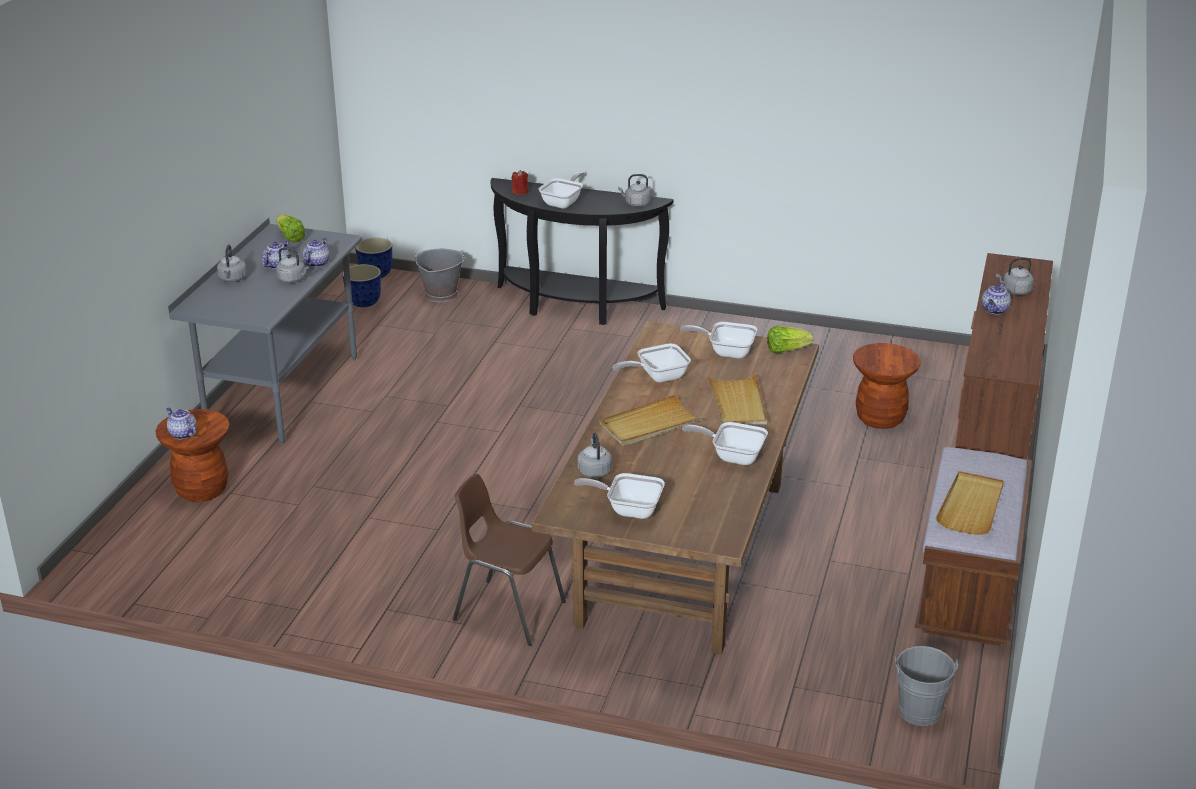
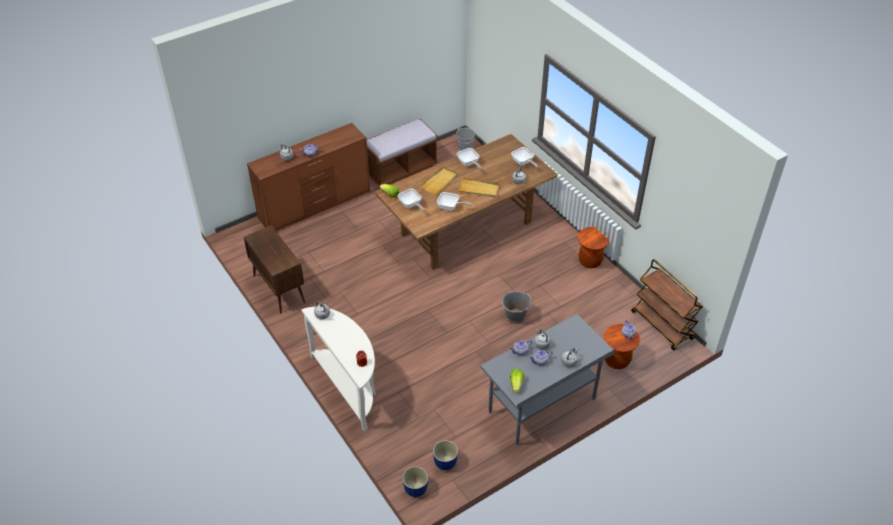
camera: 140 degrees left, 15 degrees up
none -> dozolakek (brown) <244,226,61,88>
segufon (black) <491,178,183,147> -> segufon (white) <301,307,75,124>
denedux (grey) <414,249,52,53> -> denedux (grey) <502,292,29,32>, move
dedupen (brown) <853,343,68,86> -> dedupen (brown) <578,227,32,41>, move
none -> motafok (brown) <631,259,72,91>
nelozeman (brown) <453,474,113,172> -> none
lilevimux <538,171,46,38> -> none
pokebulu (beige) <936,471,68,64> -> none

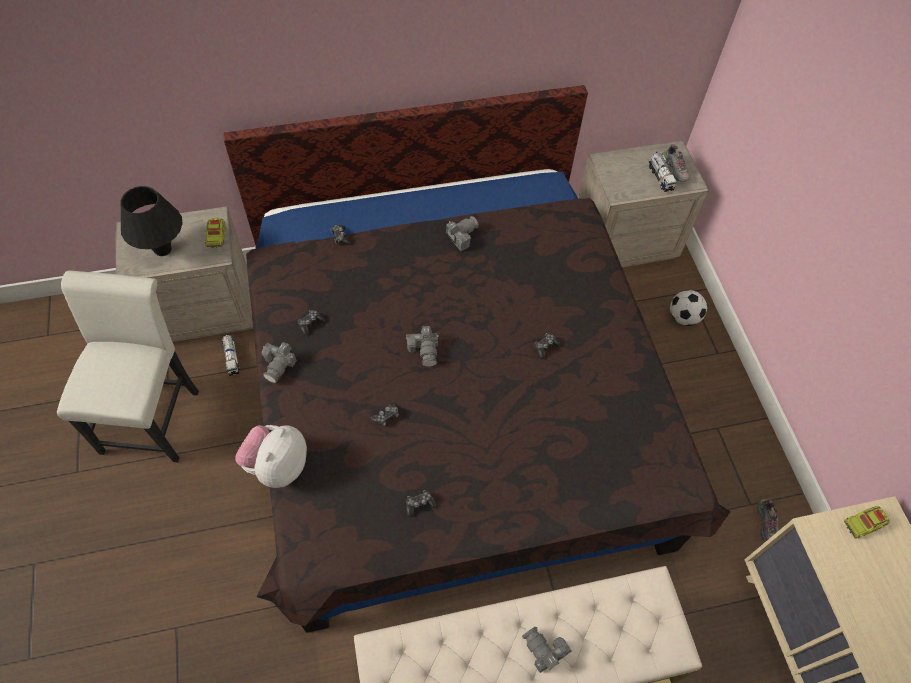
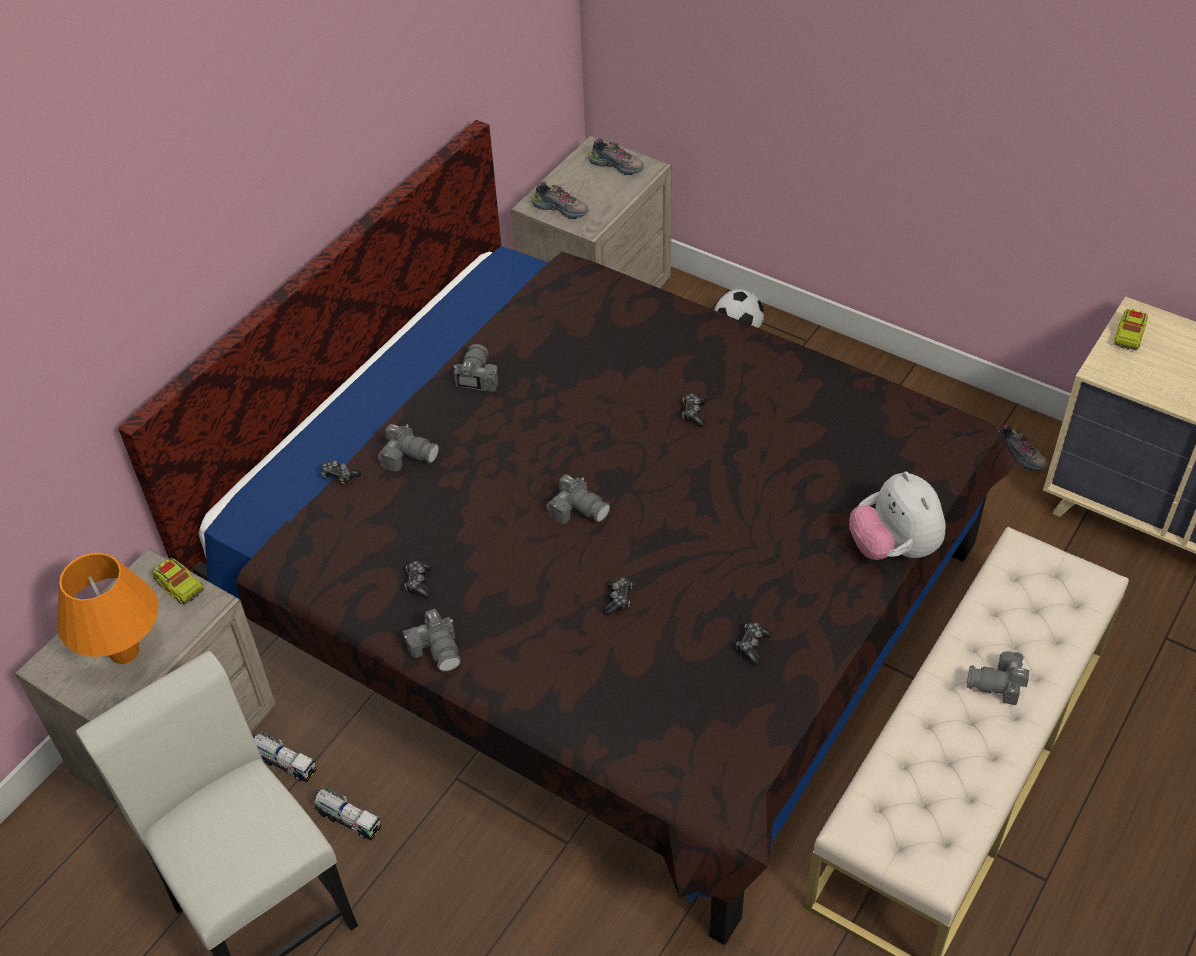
camera: 40 degrees left, 10 degrees down
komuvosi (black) <121,186,62,70> -> komuvosi (orange) <57,553,102,111>
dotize <649,152,28,40> -> dotize <314,787,67,53>, move
none -> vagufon <378,424,61,48>
none -> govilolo <531,182,58,37>
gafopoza <235,425,72,63> -> gafopoza <849,471,97,89>, move

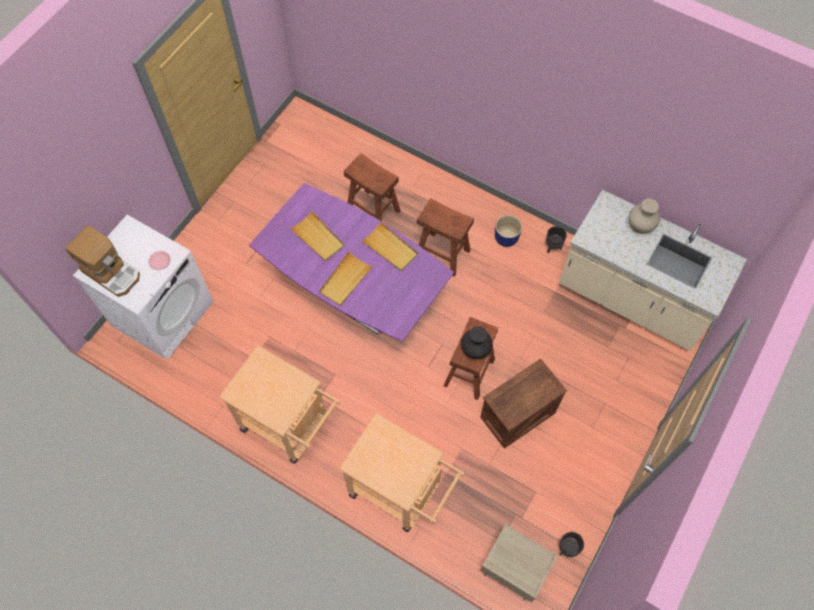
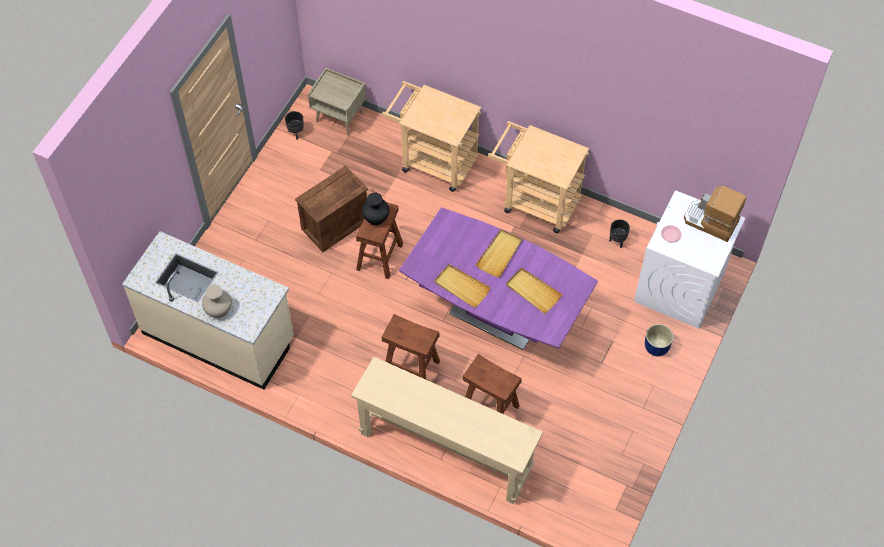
camera: 175 degrees right, 5 degrees down
none -> segufon (beige) <351,357,192,147>
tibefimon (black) <546,226,21,28> -> tibefimon (black) <609,219,21,29>, move
tibefimon (blue) <495,215,27,32> -> tibefimon (blue) <645,324,29,32>, move

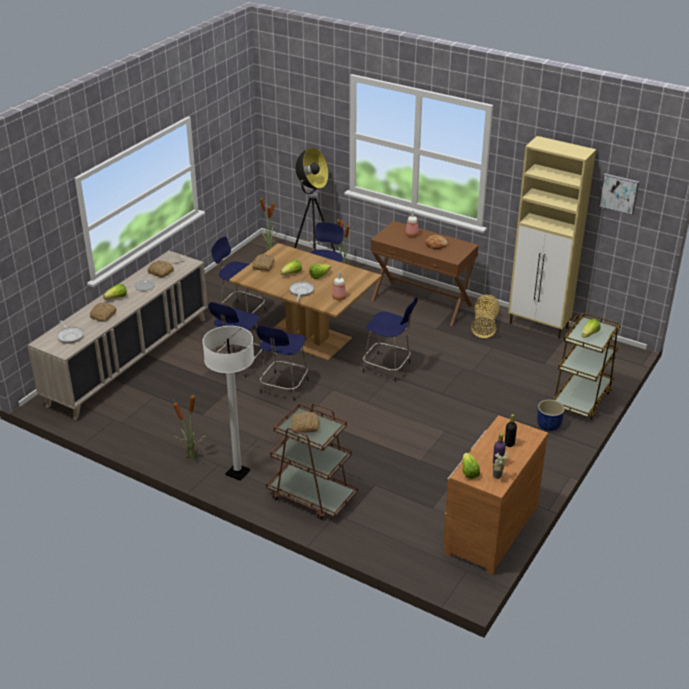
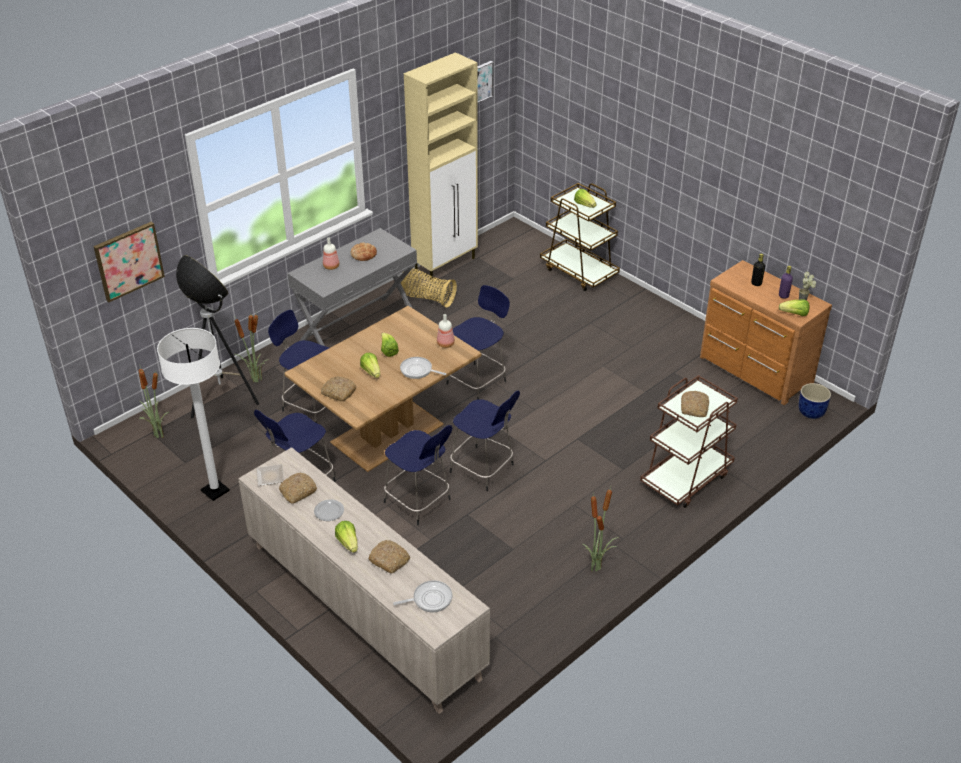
camera: 75 degrees left, 5 degrees up
none -> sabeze <93,222,72,80>
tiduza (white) <203,326,51,155> -> tiduza (white) <157,328,73,173>, move
segufon (brown) <371,221,108,105> -> segufon (grey) <288,228,129,118>
tibefimon (blue) <537,400,28,31> -> tibefimon (blue) <799,383,32,36>, move

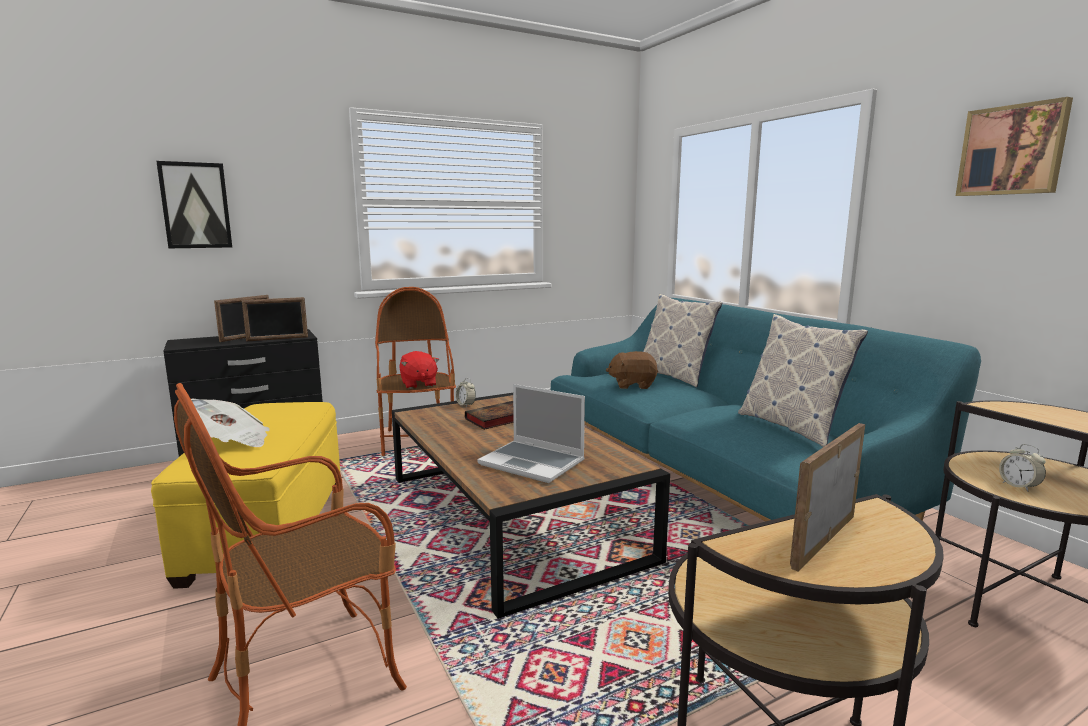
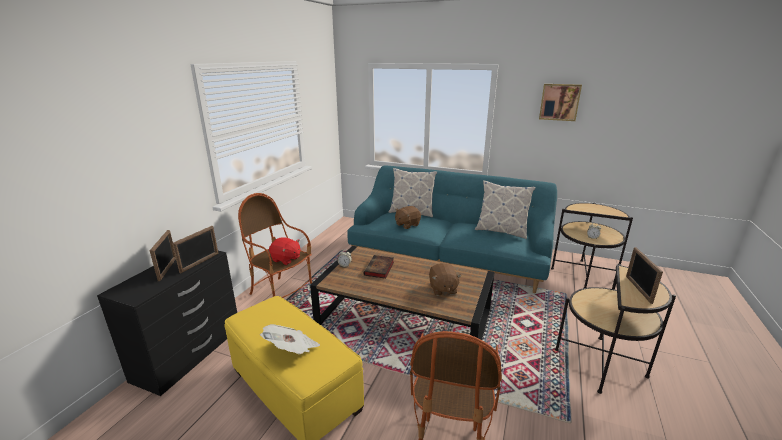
camera: 40 degrees left, 10 degrees up
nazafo <478,384,107,99> -> gafopoza (brown) <429,263,32,33>
sabeze <156,161,76,87> -> none

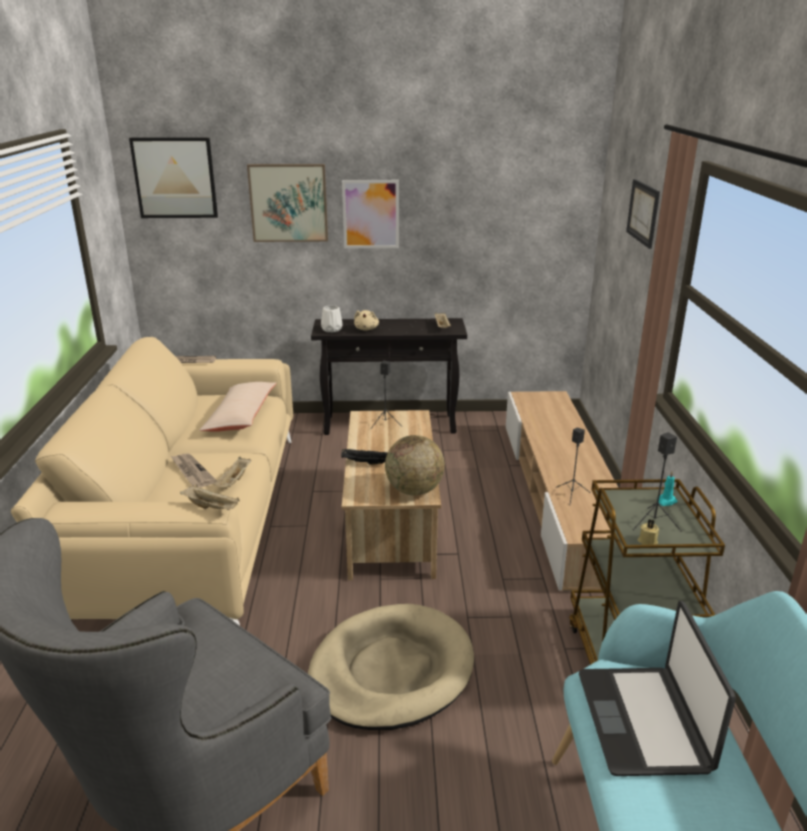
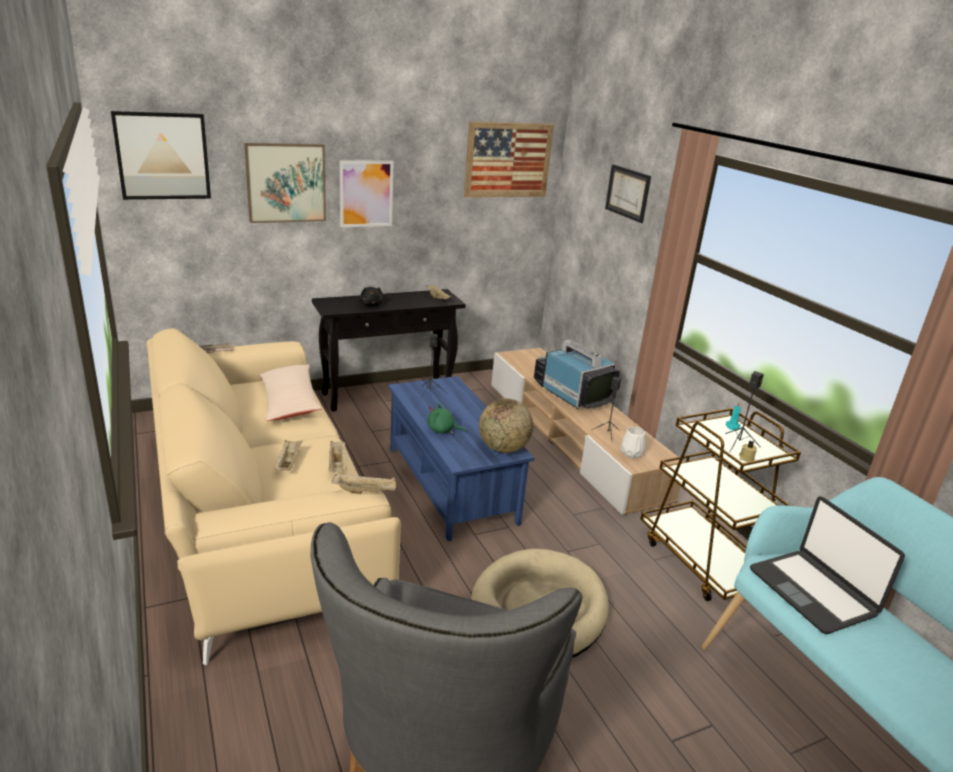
camera: 25 degrees left, 0 degrees up
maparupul <171,453,46,35> -> pokebulu (beige) <274,440,29,30>
gafopoza (beige) <354,310,25,20> -> gafopoza (black) <359,287,24,19>
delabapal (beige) <342,410,99,170> -> delabapal (blue) <388,376,147,165>
pokebulu (black) <341,449,47,16> -> gafopoza (green) <427,403,39,31>
none -> sabeze <464,121,90,77>
none -> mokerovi <534,340,86,69>
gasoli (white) <321,305,22,27> -> gasoli (white) <621,427,25,31>, move

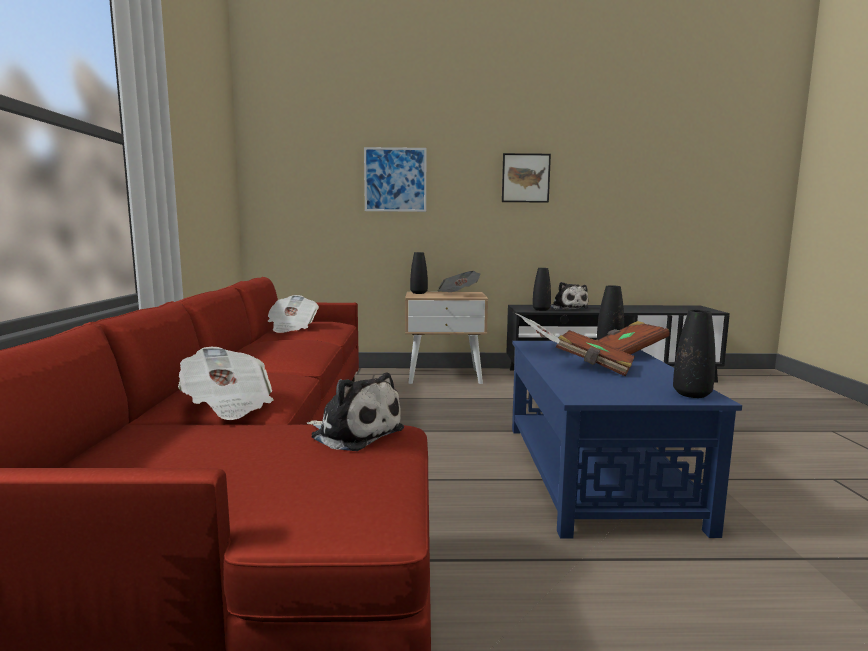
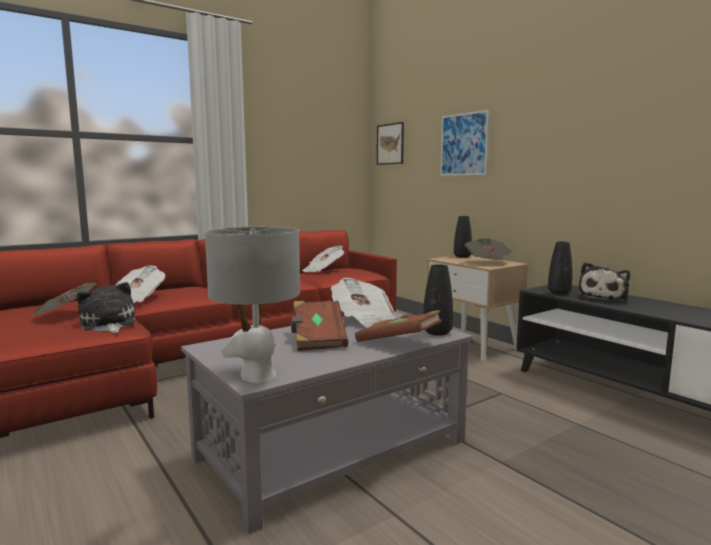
camera: 55 degrees right, 0 degrees up
none -> maparupul <30,282,66,34>
gafopoza <307,373,97,78> -> gafopoza <77,282,58,51>, 150 degrees clockwise
delabapal (blue) <512,341,230,198> -> delabapal (grey) <181,311,292,223>
gasoli (black) <673,310,42,88> -> komuvosi (grey) <205,227,95,156>
sabeze <502,153,49,50> -> sabeze <377,122,27,43>, move

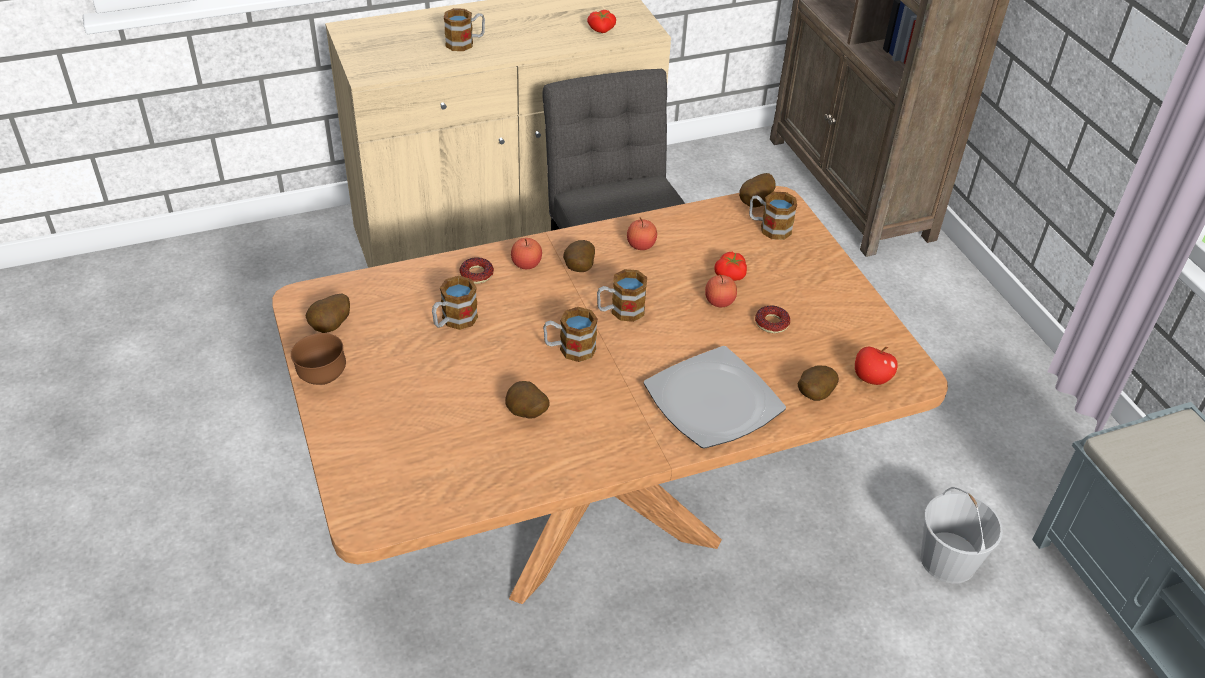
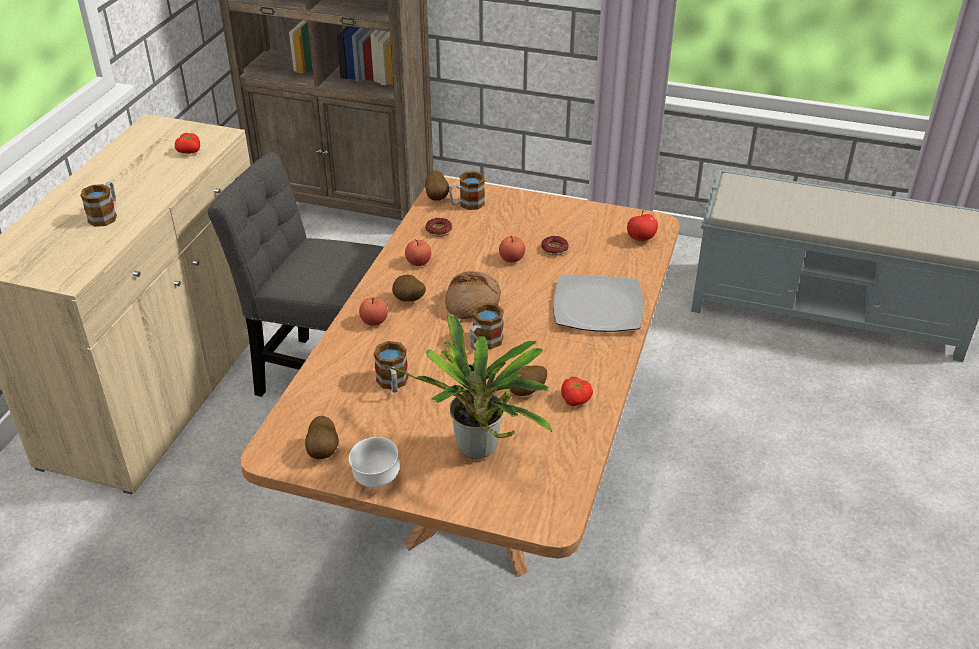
camera: 50 degrees left, 5 degrees down
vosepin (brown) <291,333,55,52> -> vosepin (white) <349,437,51,51>
none -> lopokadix <383,314,169,145>
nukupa <460,257,34,27> -> nukupa <425,218,27,19>, move
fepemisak <597,269,50,53> -> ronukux <445,271,56,48>
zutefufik <715,252,32,29> -> zutefufik <561,377,32,29>, move
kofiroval <798,366,41,35> -> none
denedux (white) <920,487,83,96> -> none

